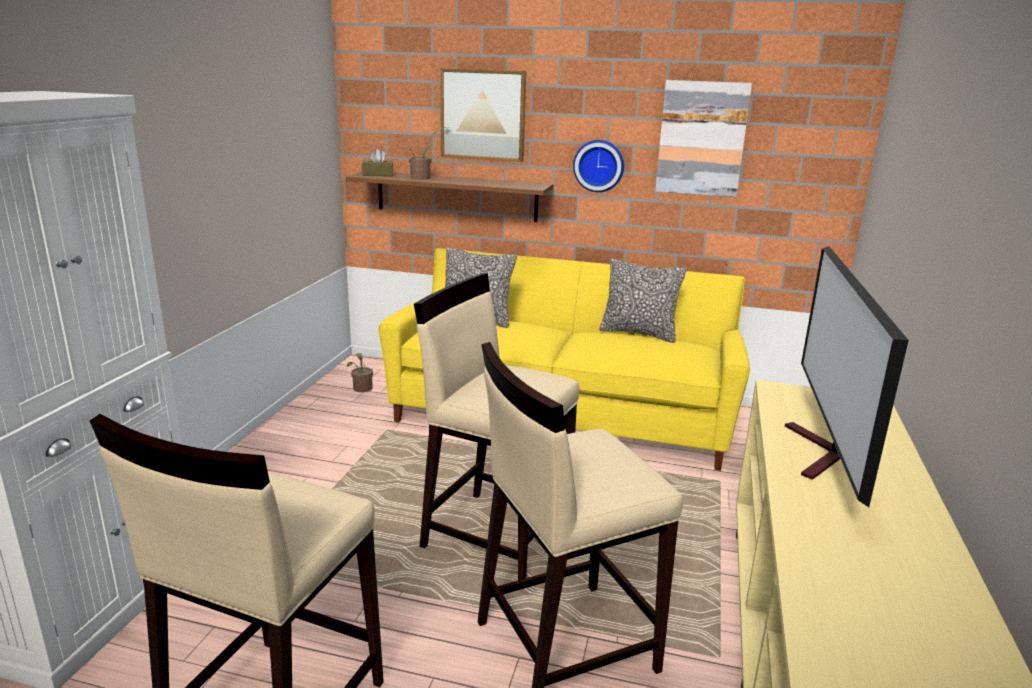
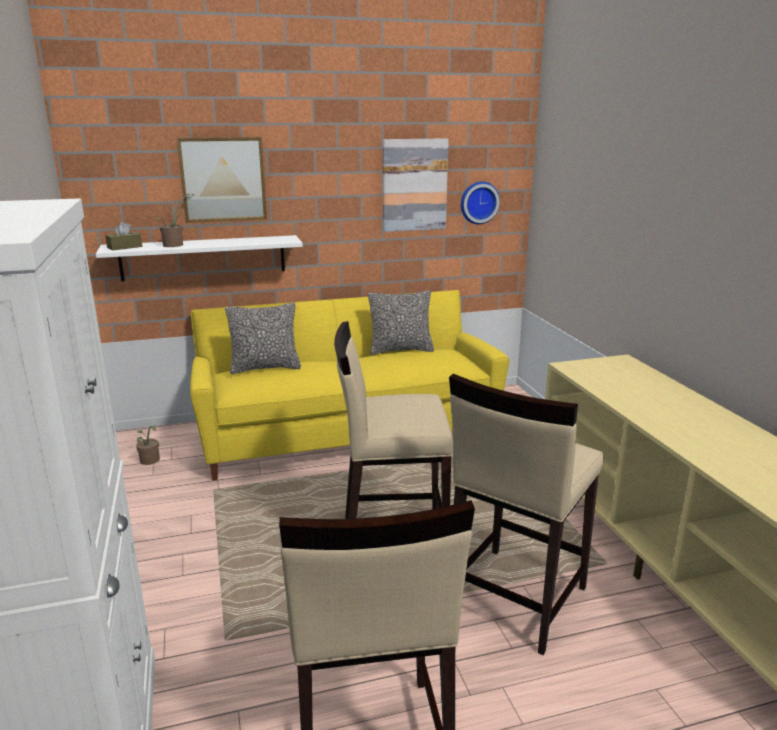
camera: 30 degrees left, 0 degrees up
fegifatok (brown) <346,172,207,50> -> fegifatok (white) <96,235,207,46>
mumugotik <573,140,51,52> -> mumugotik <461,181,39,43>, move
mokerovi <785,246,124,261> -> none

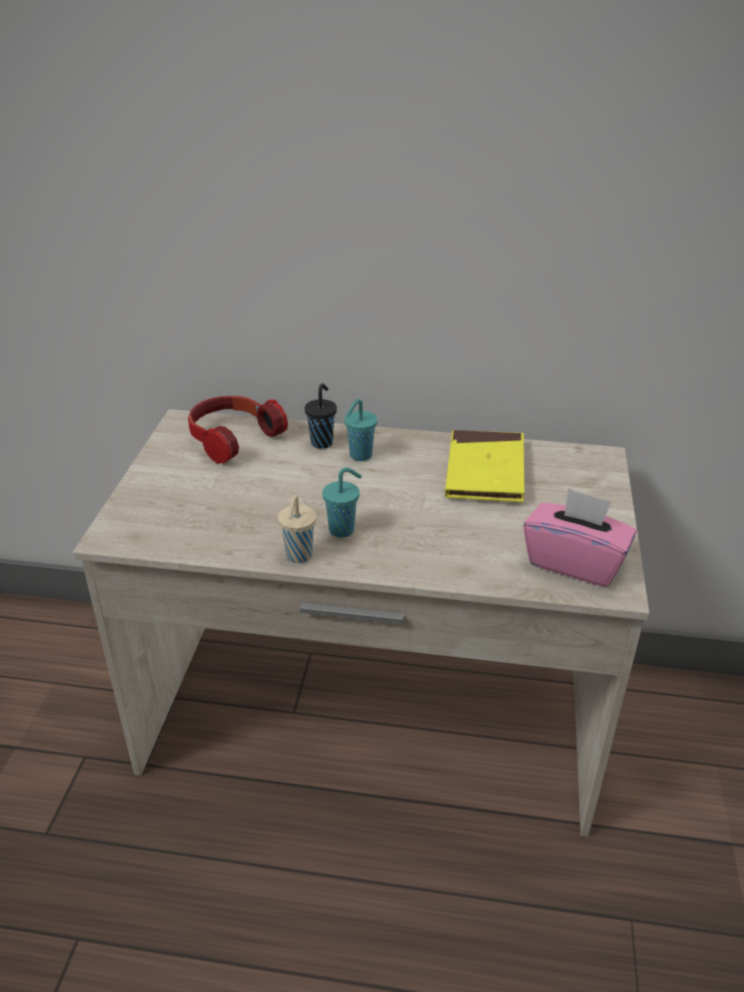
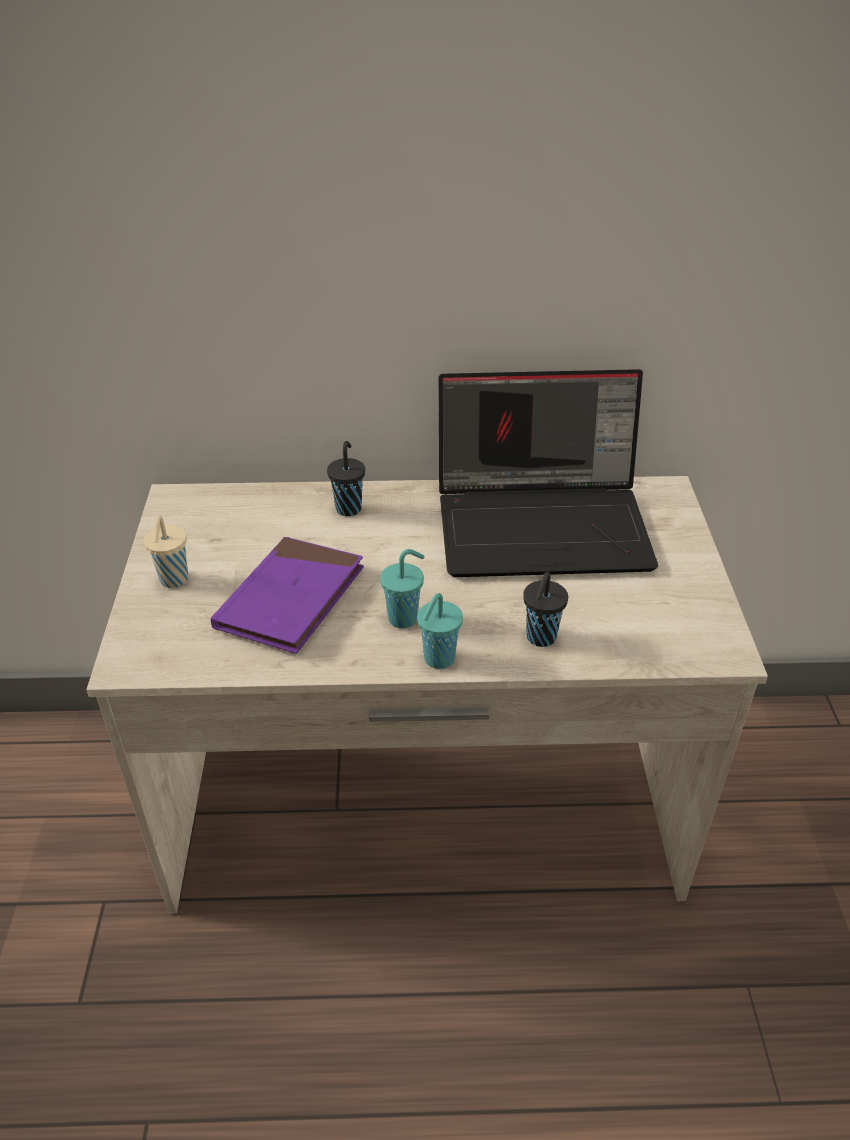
camera: 10 degrees left, 5 degrees up
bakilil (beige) <278,495,39,68> -> bakilil (beige) <144,516,44,72>, move
none -> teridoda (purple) <210,537,154,117>
bakilil (turquoise) <345,399,32,62> -> bakilil (turquoise) <417,593,46,76>, move
teridoda (yellow) <445,430,79,72> -> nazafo <439,369,219,208>
none -> bakilil (black) <523,572,45,75>
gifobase <188,396,100,68> -> none
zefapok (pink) <523,488,114,99> -> none

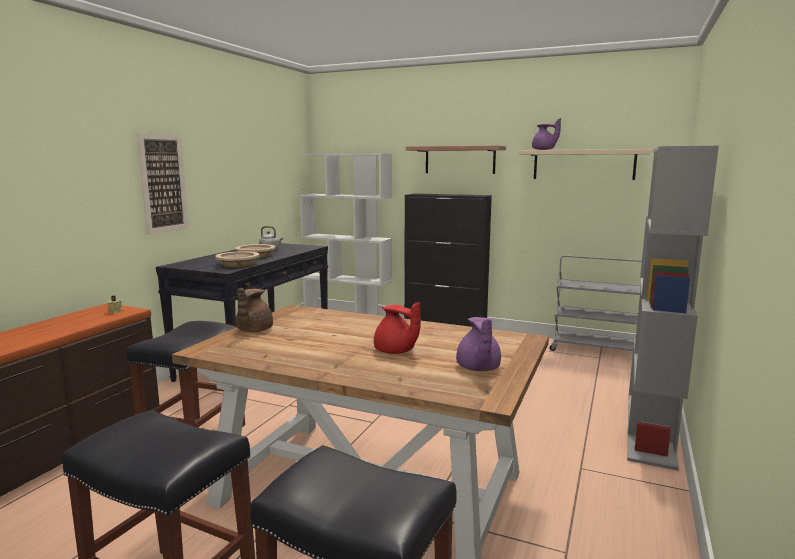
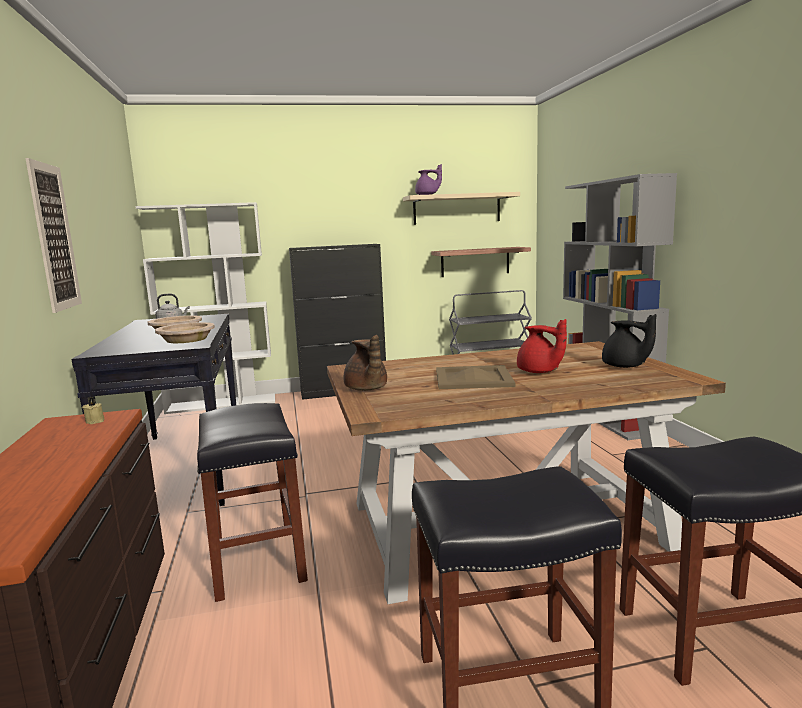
camera: 35 degrees left, 0 degrees up
fegifatok <406,145,100,29> -> fegifatok <431,247,100,30>, move
none -> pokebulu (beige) <436,365,80,24>
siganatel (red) <374,302,47,52> -> siganatel (red) <517,319,50,54>, 45 degrees clockwise
siganatel (purple) <456,317,45,54> -> siganatel (black) <602,314,54,54>

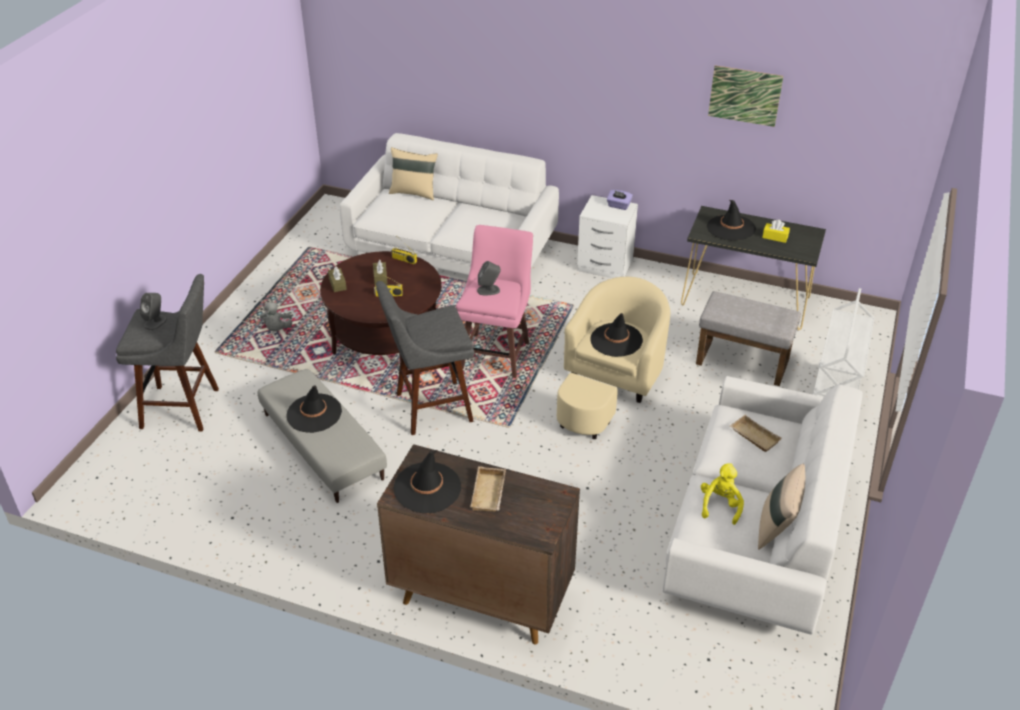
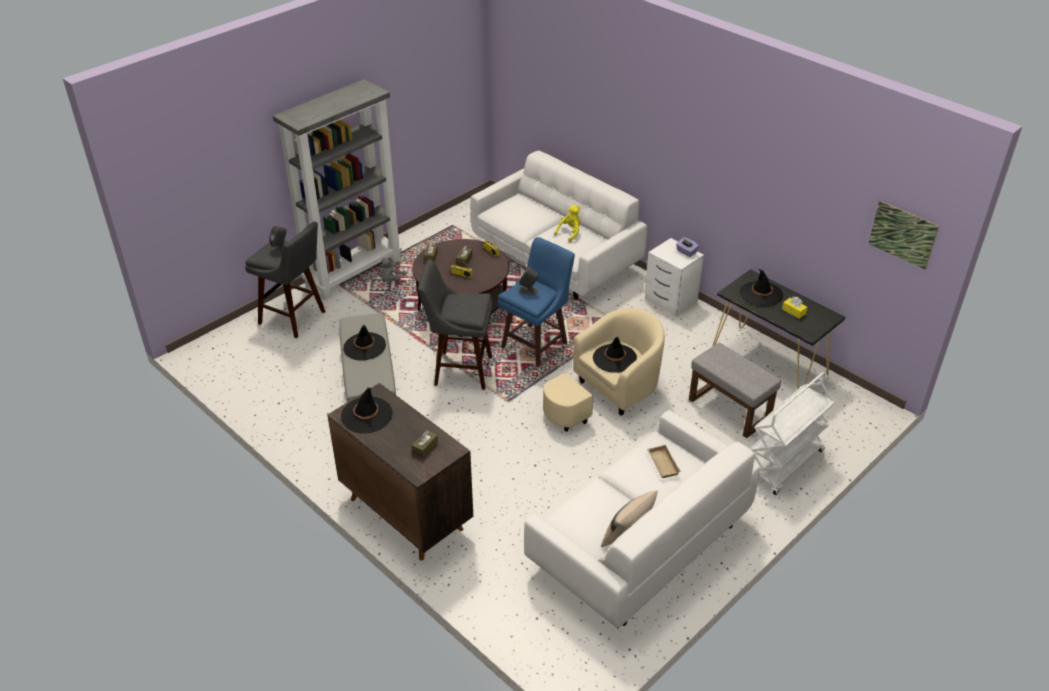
camera: 25 degrees right, 0 degrees up
none -> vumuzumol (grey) <273,79,129,221>
none -> zefapok (brown) <412,430,26,28>
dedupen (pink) <456,225,77,153> -> dedupen (blue) <497,237,78,130>
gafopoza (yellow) <701,463,43,62> -> gafopoza (yellow) <554,205,27,37>, move
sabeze <708,65,75,62> -> sabeze <868,201,71,68>, move
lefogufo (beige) <389,147,49,53> -> none
pokebulu (beige) <470,466,36,45> -> none

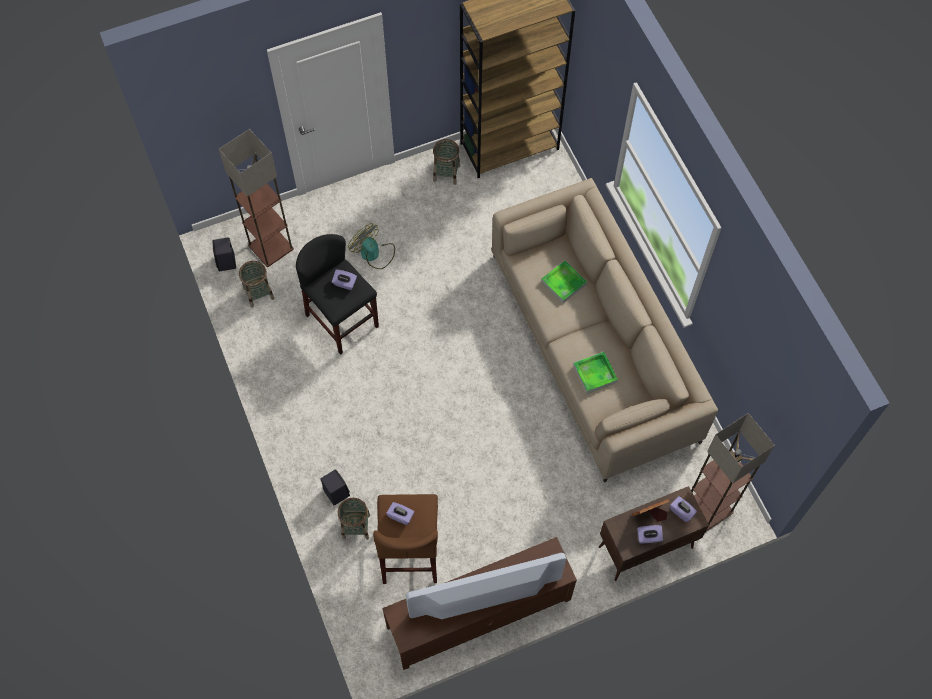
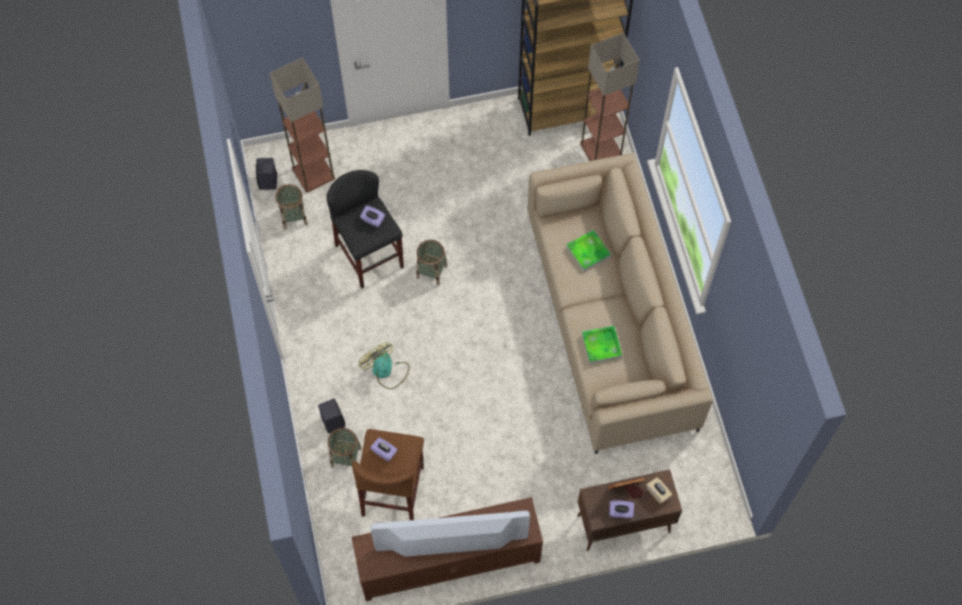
camera: 10 degrees right, 0 degrees up
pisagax <348,223,47,46> -> pisagax <359,342,50,47>, move
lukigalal <433,139,27,46> -> lukigalal <416,240,31,45>, move
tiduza <691,413,84,119> -> tiduza <580,33,60,128>, move
zefapok (purple) <670,496,27,26> -> zefapok (beige) <646,477,26,27>

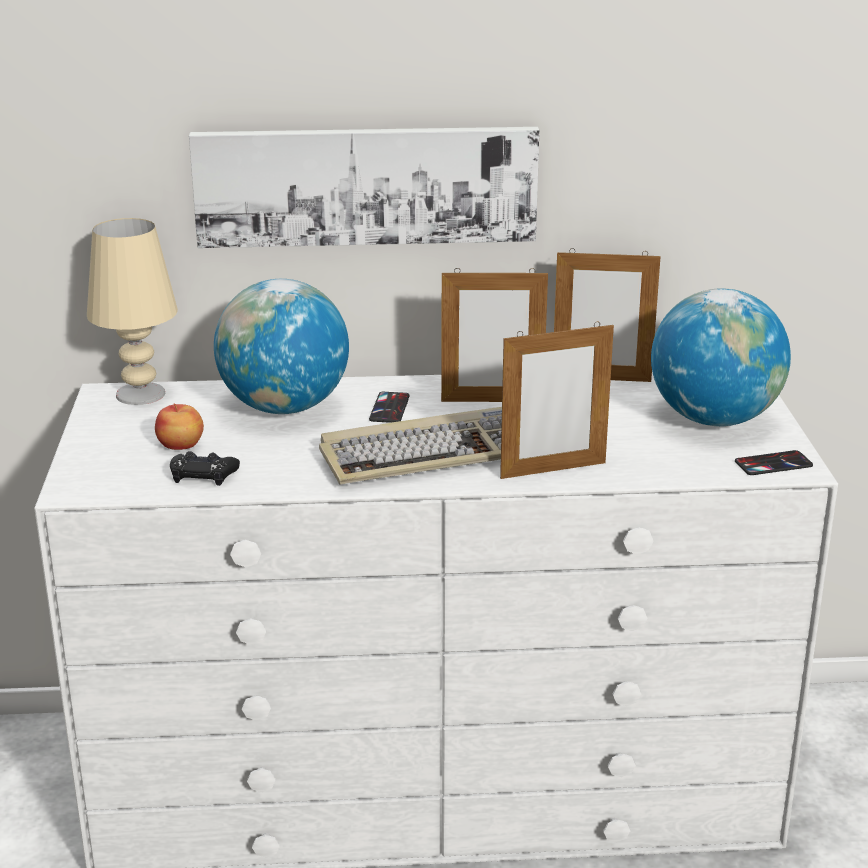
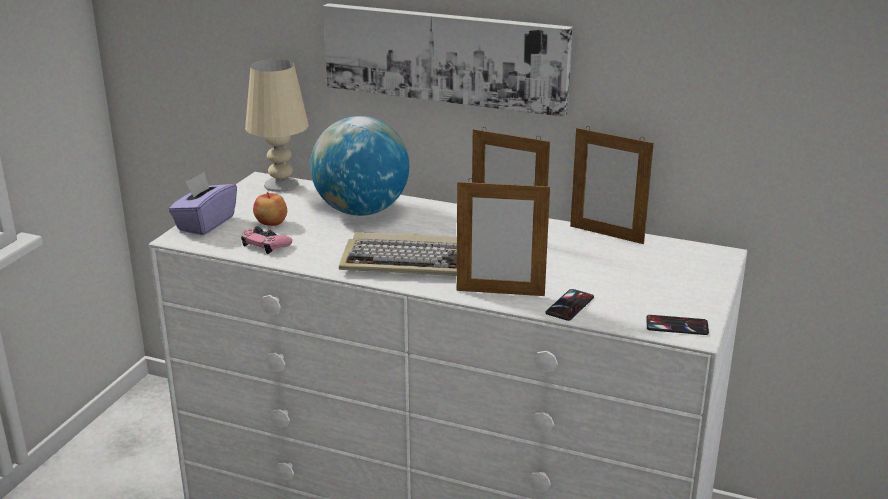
camera: 25 degrees right, 0 degrees up
none -> zefapok (purple) <168,172,69,63>
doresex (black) <170,451,70,35> -> doresex (pink) <241,226,51,28>
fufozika <369,392,41,31> -> fufozika <546,289,48,32>, move
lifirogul <651,288,140,138> -> none

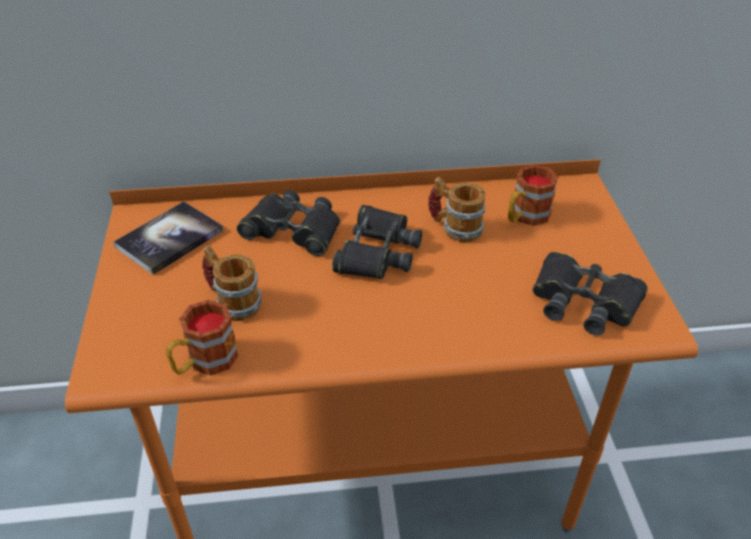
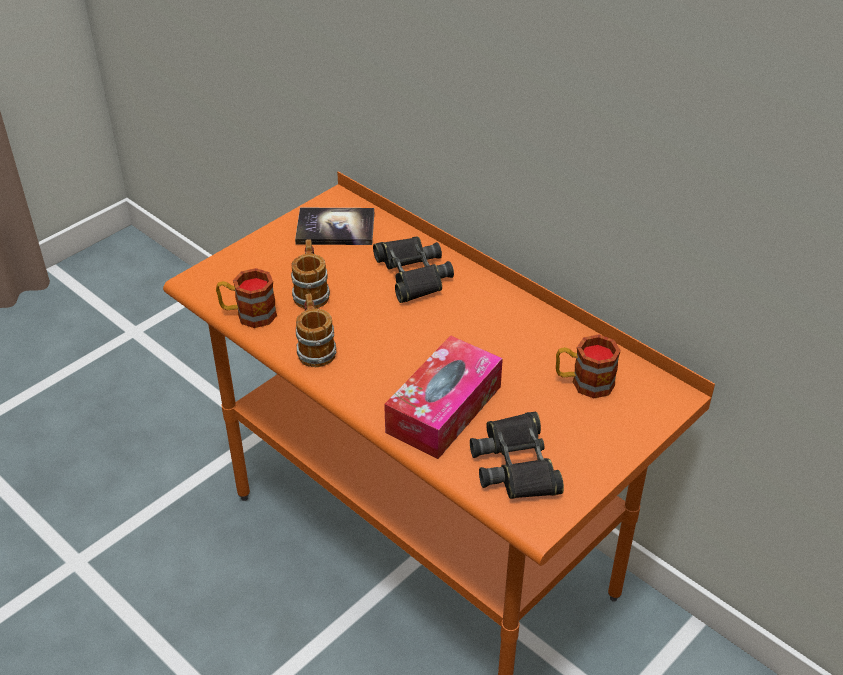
camera: 50 degrees right, 0 degrees up
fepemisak <428,177,57,66> -> fepemisak <296,294,40,73>, move
none -> zefapok <384,335,119,124>
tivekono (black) <332,205,90,74> -> none

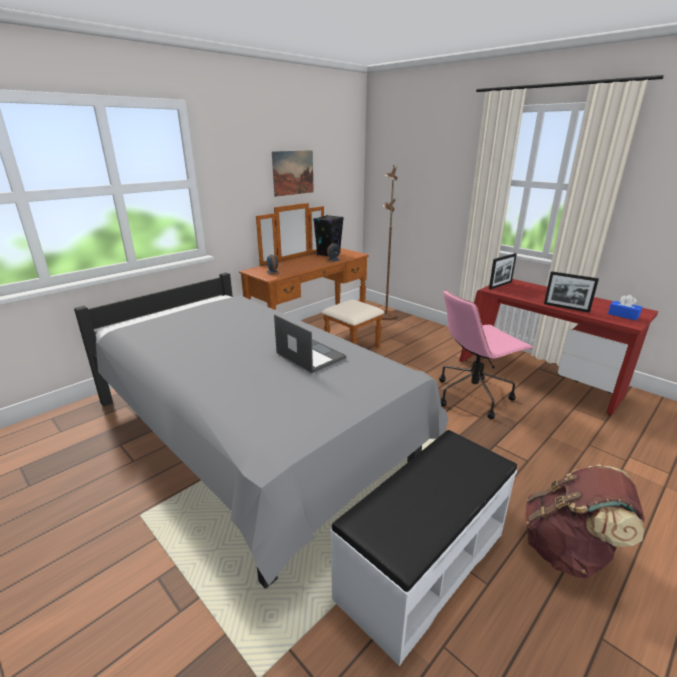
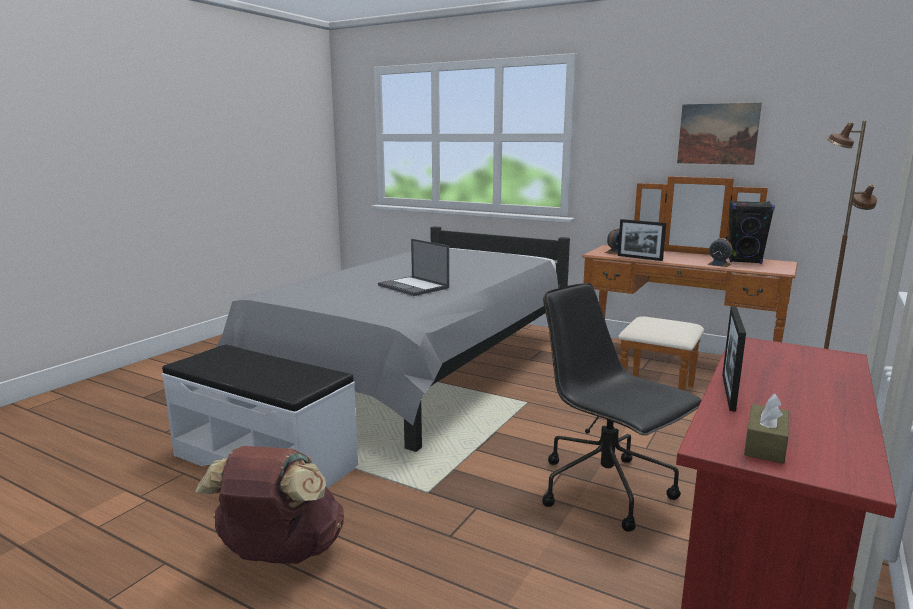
camera: 75 degrees right, 10 degrees down
nazafo <274,315,72,58> -> nazafo <378,239,71,57>, 105 degrees clockwise
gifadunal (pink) <439,290,95,129> -> gifadunal (black) <542,283,160,249>
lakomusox <489,253,28,36> -> lakomusox <618,219,48,42>, move
zefapok (blue) <608,295,34,25> -> zefapok (brown) <744,394,45,70>

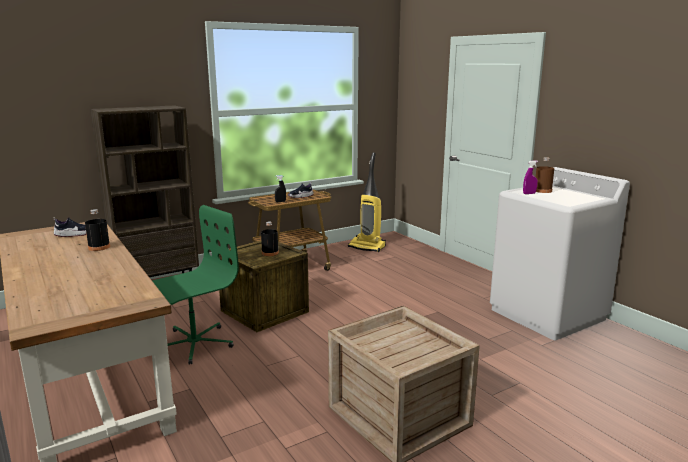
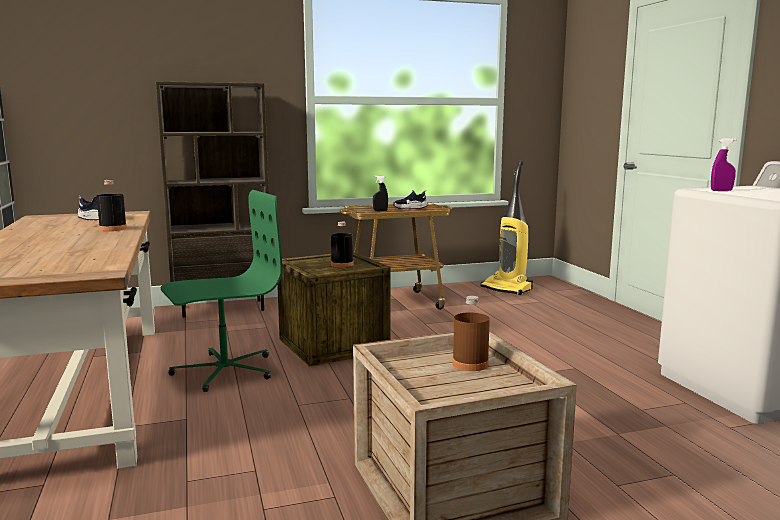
camera: 15 degrees right, 5 degrees down
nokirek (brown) <536,157,18,36> -> nokirek (brown) <452,296,38,75>, move

